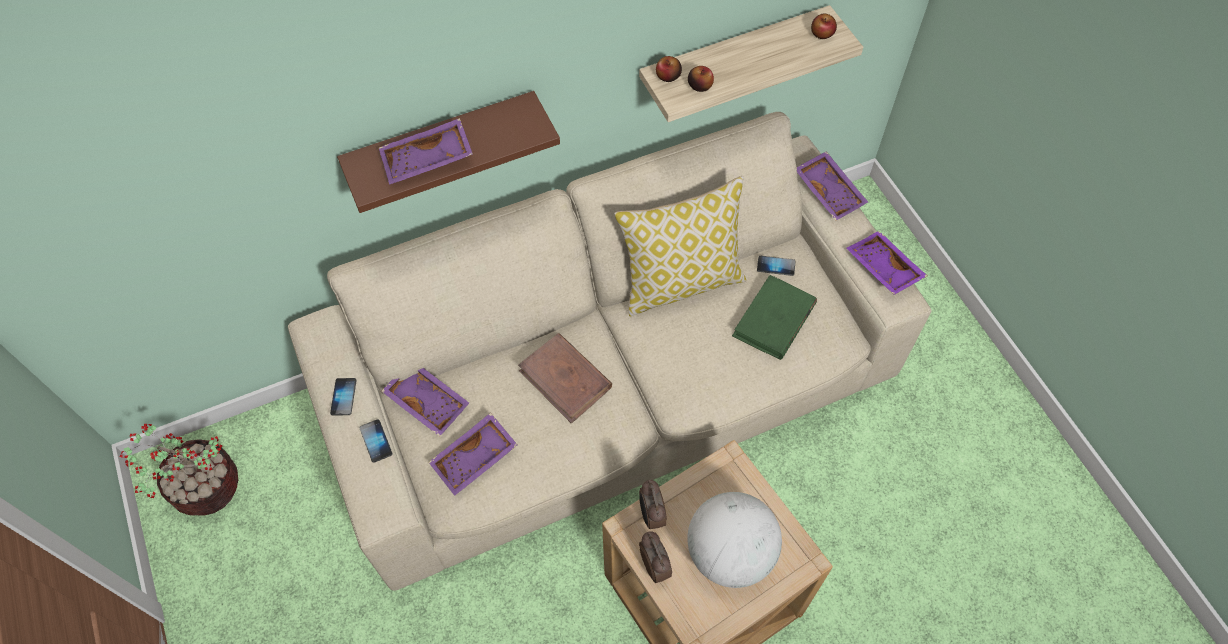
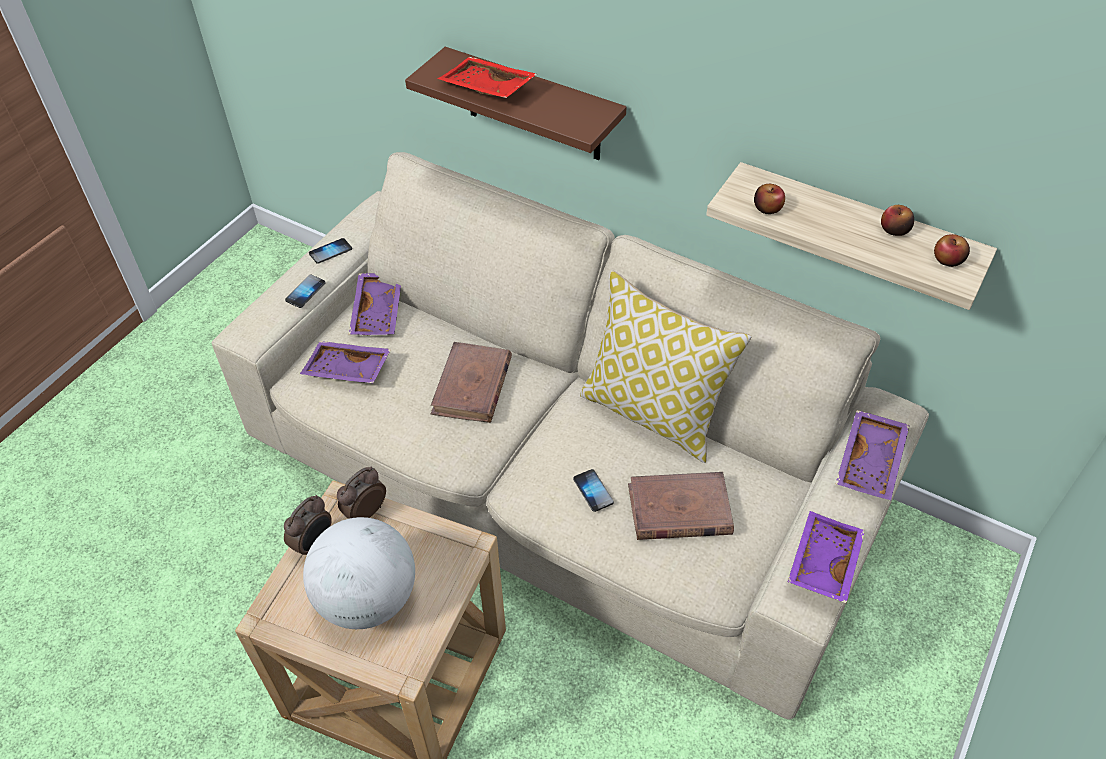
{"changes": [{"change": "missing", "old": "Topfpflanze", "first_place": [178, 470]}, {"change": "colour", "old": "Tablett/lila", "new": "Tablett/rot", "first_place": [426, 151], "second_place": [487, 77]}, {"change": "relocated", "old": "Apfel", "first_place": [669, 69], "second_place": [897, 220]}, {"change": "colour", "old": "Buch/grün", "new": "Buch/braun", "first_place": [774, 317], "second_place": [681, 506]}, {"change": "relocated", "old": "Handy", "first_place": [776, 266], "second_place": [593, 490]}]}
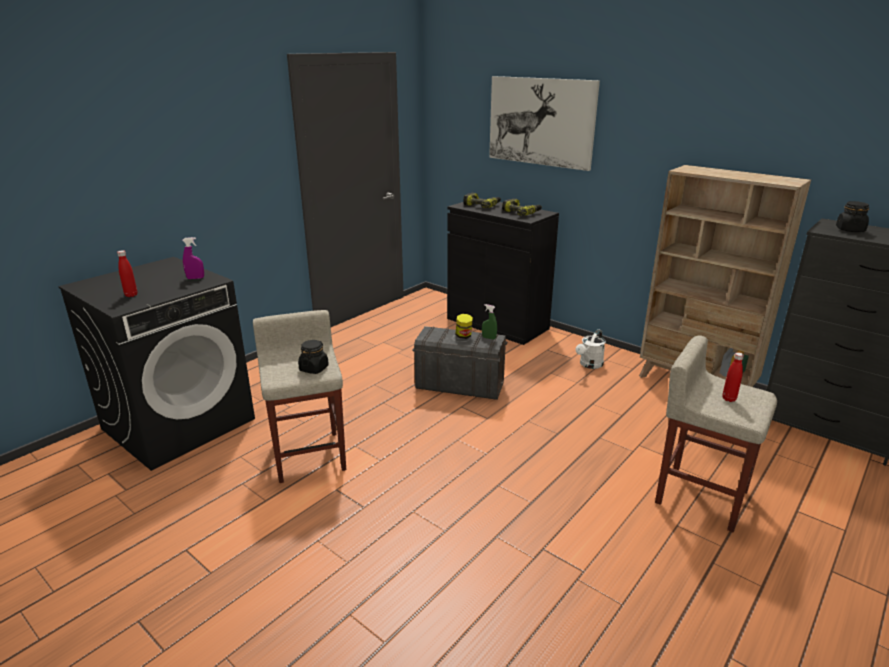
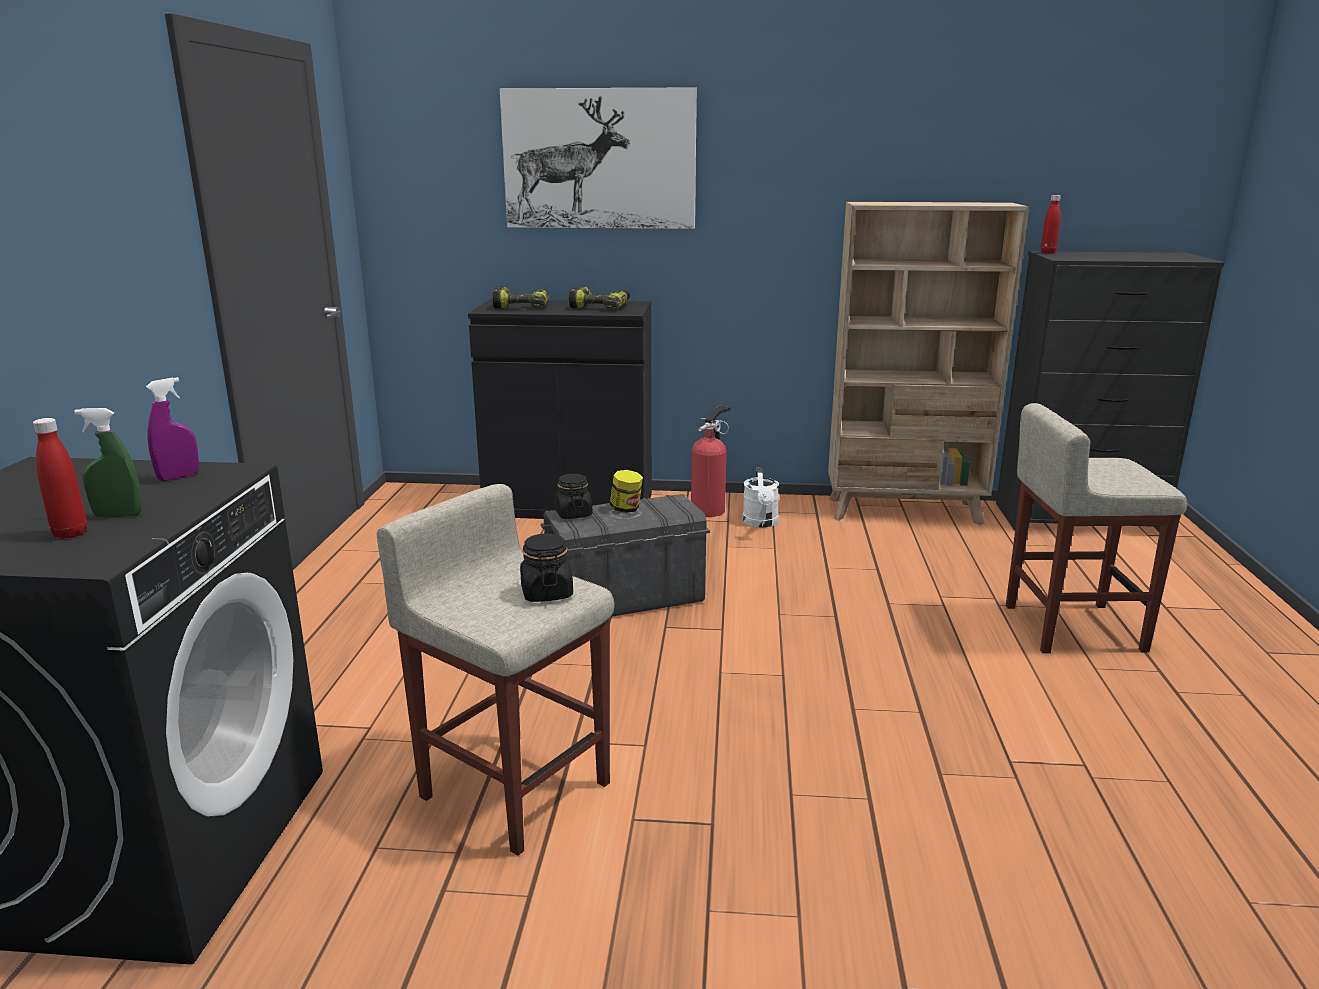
{"changes": [{"change": "relocated", "old": "Sprühflasche/grün", "first_place": [489, 322], "second_place": [108, 463]}, {"change": "relocated", "old": "Flasche/rot", "first_place": [733, 377], "second_place": [1051, 224]}, {"change": "relocated", "old": "Vorratsglas/schwarz", "first_place": [852, 216], "second_place": [574, 496]}, {"change": "appeared", "new": "Feuerlöscher", "second_place": [710, 461]}]}
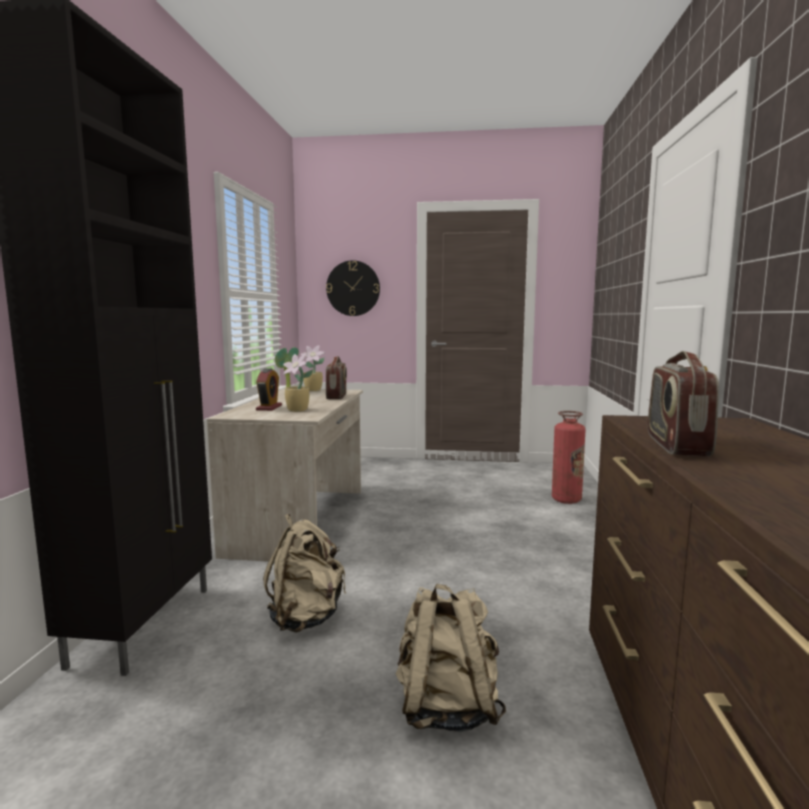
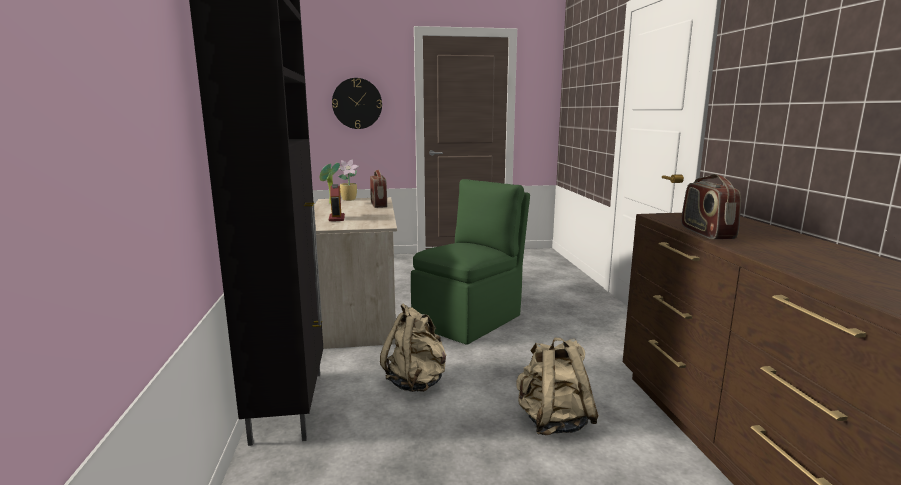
{"changes": [{"change": "missing", "old": "Topfpflanze", "first_place": [298, 383]}, {"change": "missing", "old": "Feuerlöscher", "first_place": [569, 457]}, {"change": "appeared", "new": "Stuhl/grün", "second_place": [470, 261]}]}
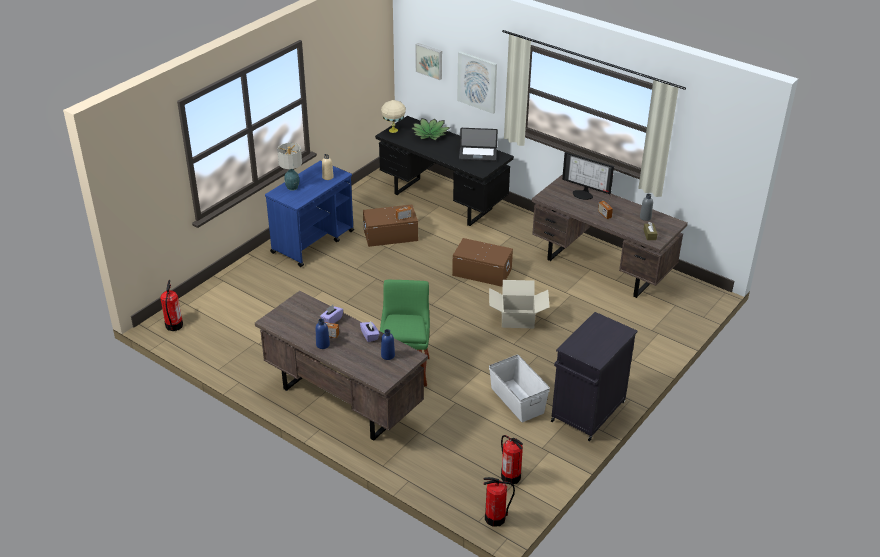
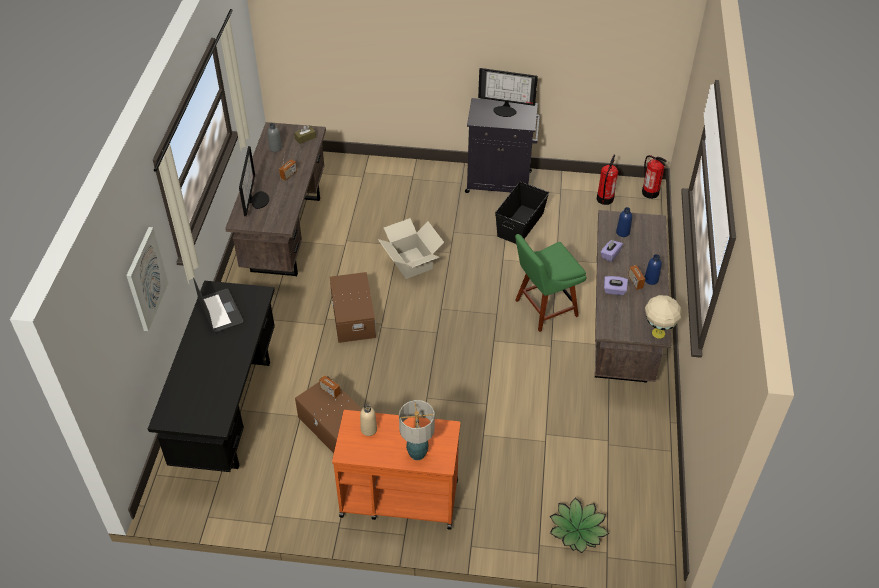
{"changes": [{"change": "missing", "old": "Feuerlöscher", "first_place": [171, 305]}, {"change": "colour", "old": "Rollwagen/blau", "new": "Rollwagen/orange", "first_place": [309, 214], "second_place": [396, 470]}, {"change": "relocated", "old": "Tischlampe/beige", "first_place": [393, 116], "second_place": [663, 317]}, {"change": "relocated", "old": "Topfpflanze", "first_place": [430, 129], "second_place": [579, 525]}, {"change": "missing", "old": "Bild", "first_place": [428, 61]}, {"change": "colour", "old": "Aufbewahrungsbox/weiß", "new": "Aufbewahrungsbox/schwarz", "first_place": [519, 388], "second_place": [522, 212]}, {"change": "appeared", "new": "Monitor", "second_place": [508, 92]}]}
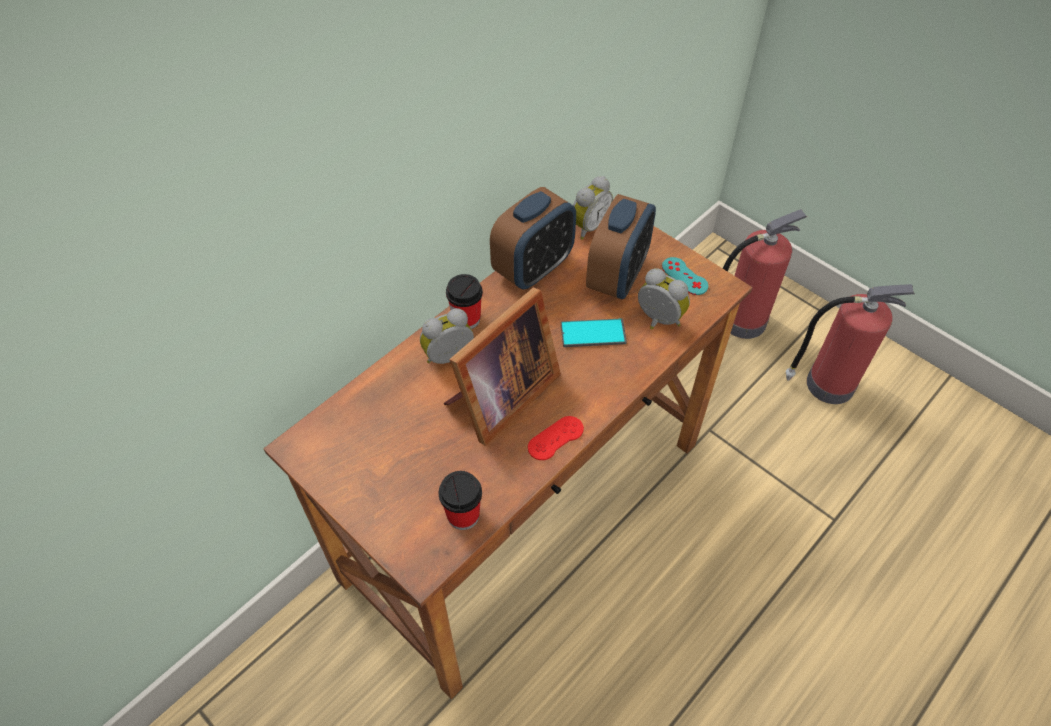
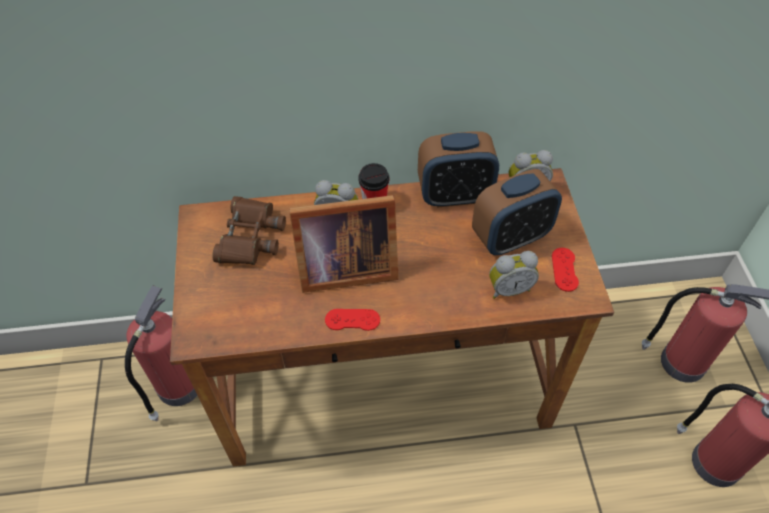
{"changes": [{"change": "missing", "old": "Tasse", "first_place": [460, 500]}, {"change": "missing", "old": "Handy", "first_place": [594, 332]}, {"change": "spun", "old": "Wecker", "first_place": [664, 299], "second_place": [514, 275], "degrees": 90}, {"change": "colour", "old": "Gamepad/türkis", "new": "Gamepad/rot", "first_place": [685, 276], "second_place": [565, 270]}, {"change": "appeared", "new": "Feuerlöscher", "second_place": [161, 353]}, {"change": "appeared", "new": "Fernglas/braun", "second_place": [249, 230]}]}
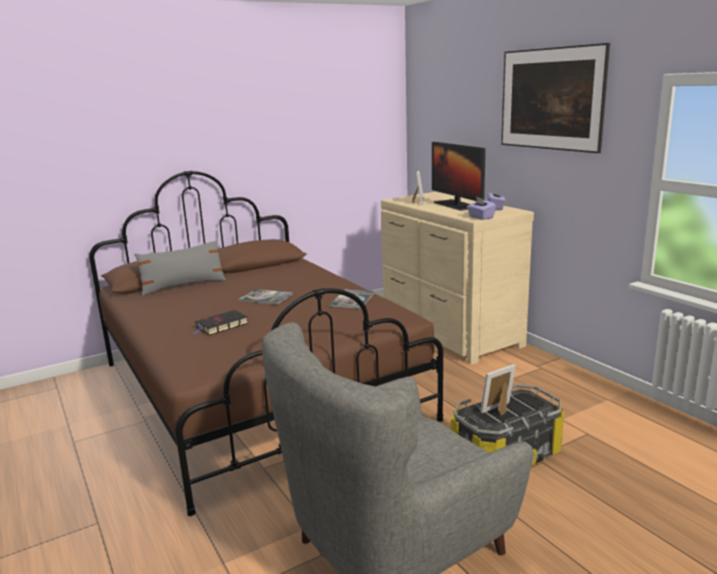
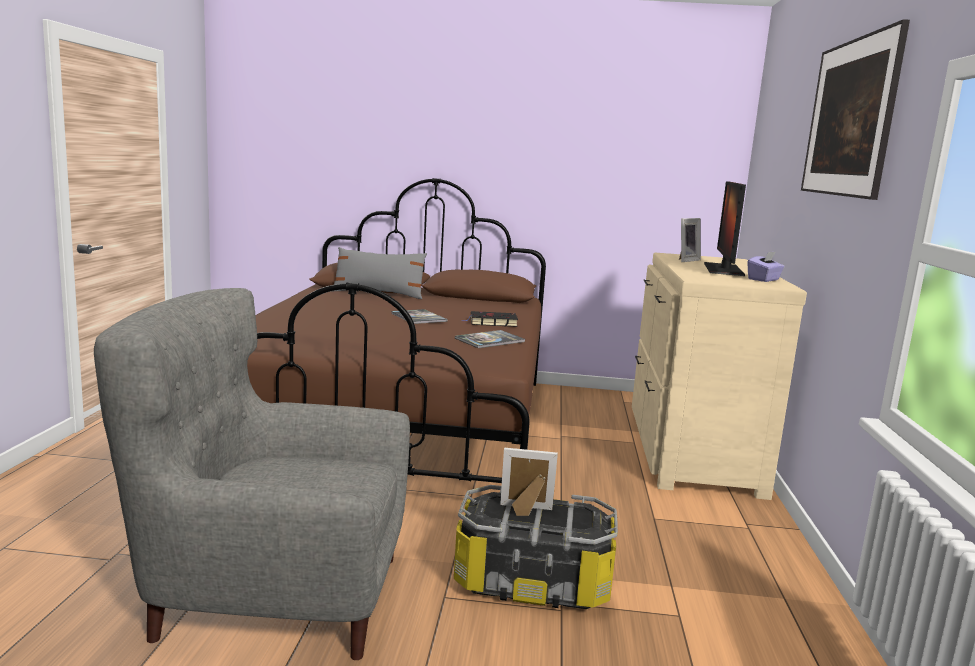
{"changes": [{"change": "relocated", "old": "Buch/schwarz", "first_place": [221, 322], "second_place": [490, 319]}, {"change": "missing", "old": "Taschentuchbox/lila", "first_place": [481, 208]}]}
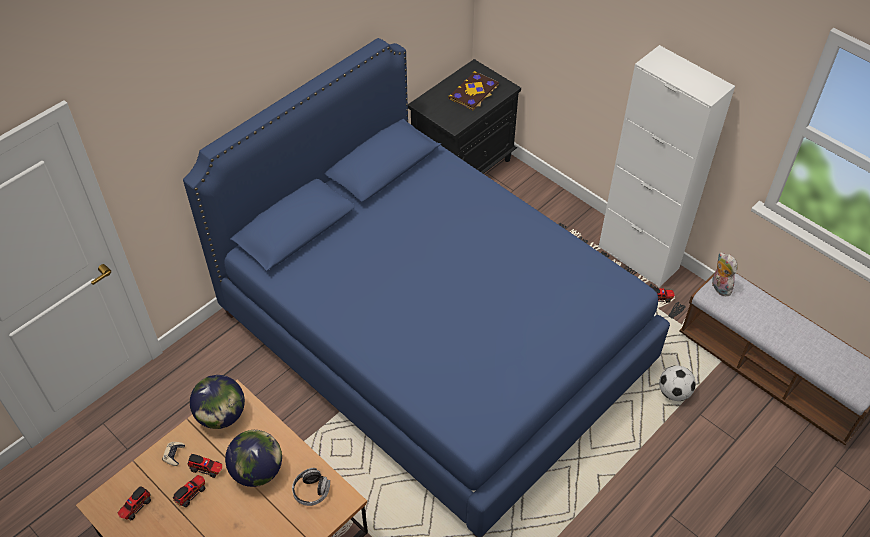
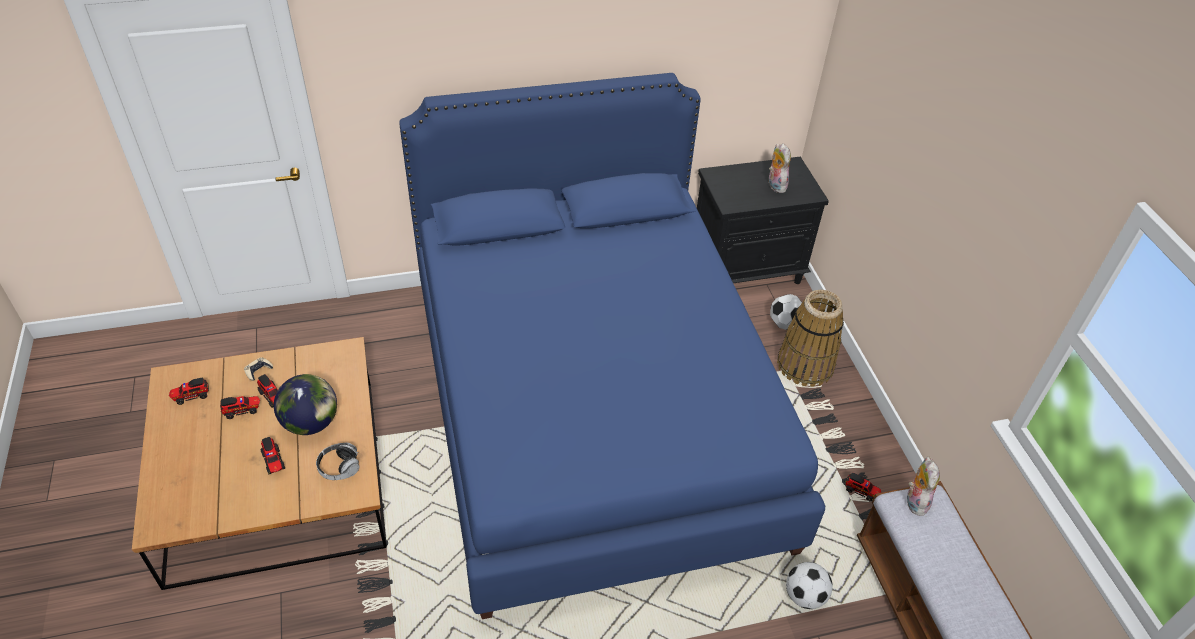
{"changes": [{"change": "missing", "old": "Globus", "first_place": [217, 402]}, {"change": "exchanged", "old": "Buch", "new": "Plüschtier", "first_place": [473, 91], "second_place": [779, 168]}, {"change": "missing", "old": "Schrank/weiß", "first_place": [667, 166]}, {"change": "appeared", "new": "Spielzeuglaster", "second_place": [273, 455]}, {"change": "appeared", "new": "Fußball", "second_place": [786, 312]}, {"change": "appeared", "new": "Korb", "second_place": [810, 338]}]}
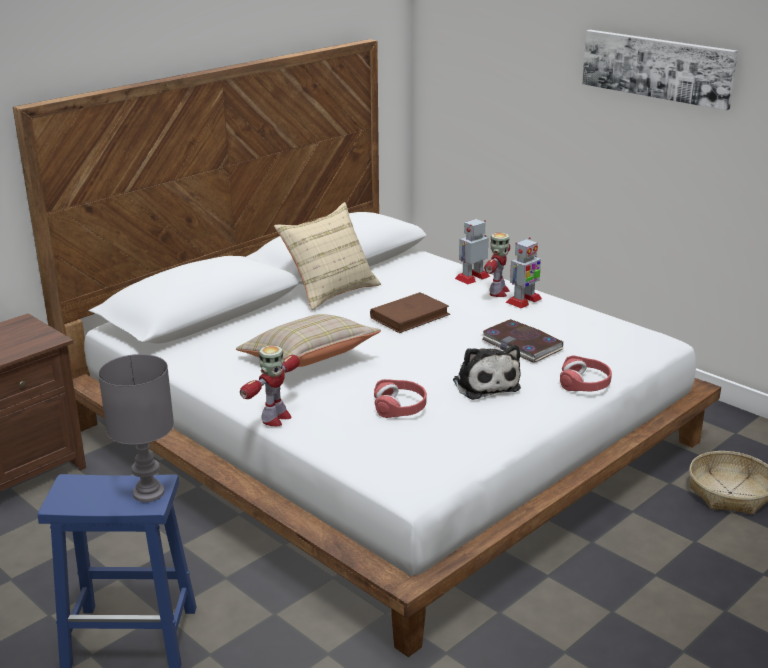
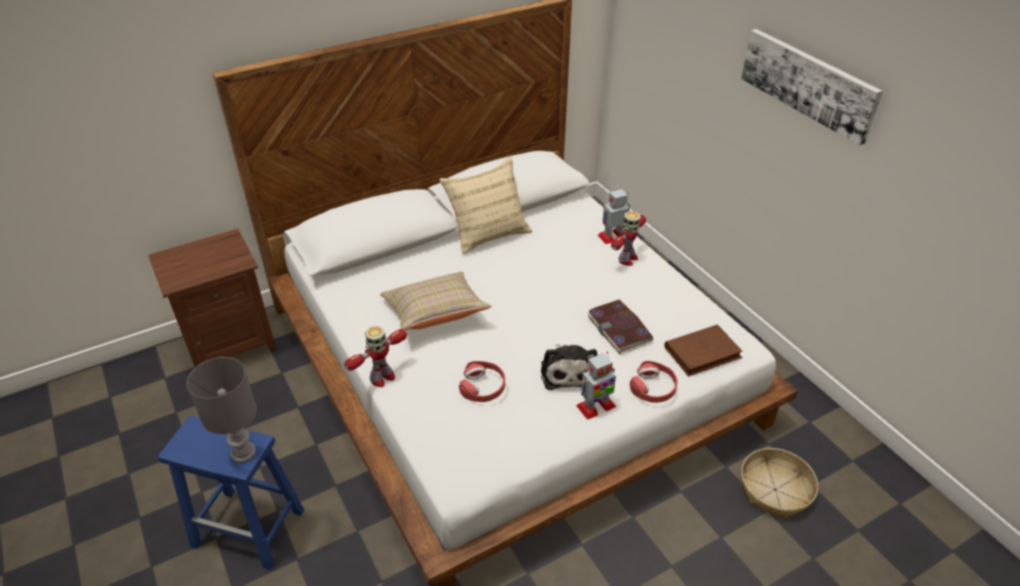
{"changes": [{"change": "relocated", "old": "Buch/braun", "first_place": [410, 312], "second_place": [703, 350]}, {"change": "relocated", "old": "Spielzeugroboter", "first_place": [524, 272], "second_place": [596, 386]}]}
